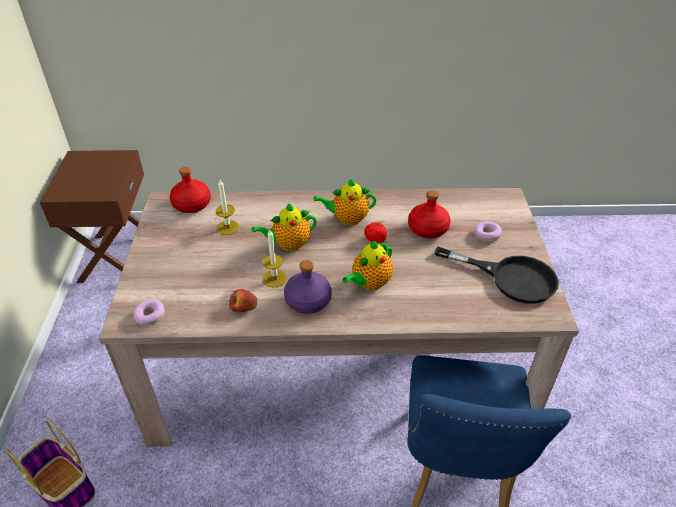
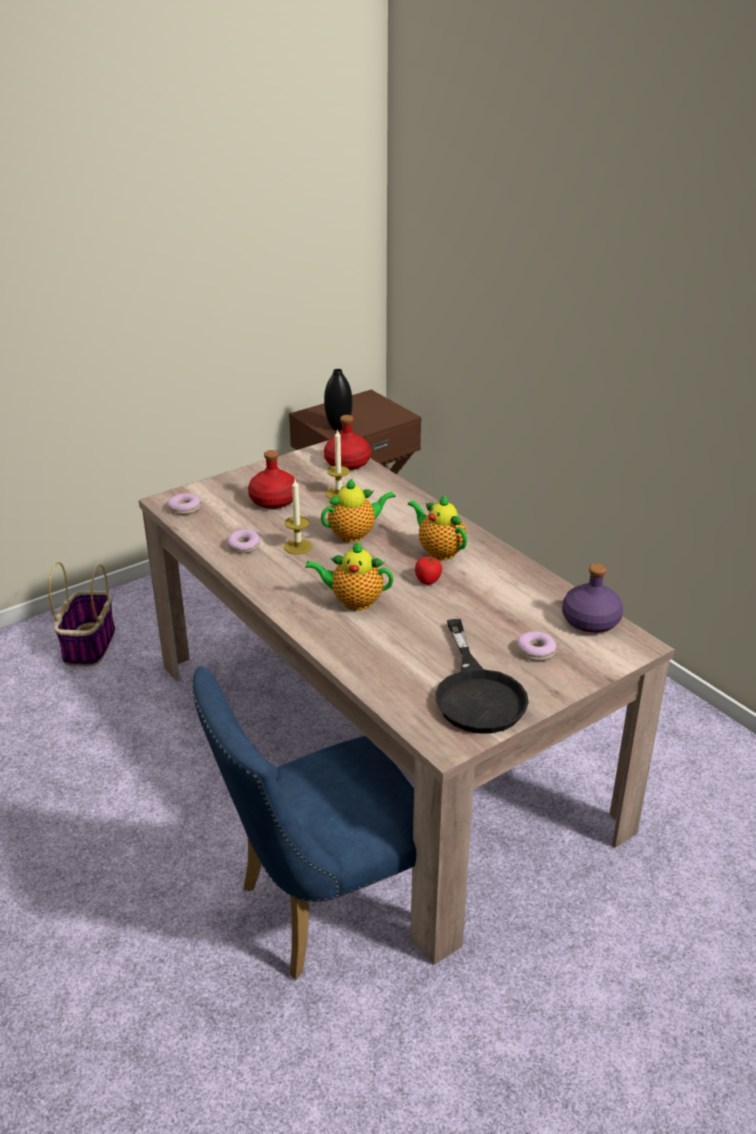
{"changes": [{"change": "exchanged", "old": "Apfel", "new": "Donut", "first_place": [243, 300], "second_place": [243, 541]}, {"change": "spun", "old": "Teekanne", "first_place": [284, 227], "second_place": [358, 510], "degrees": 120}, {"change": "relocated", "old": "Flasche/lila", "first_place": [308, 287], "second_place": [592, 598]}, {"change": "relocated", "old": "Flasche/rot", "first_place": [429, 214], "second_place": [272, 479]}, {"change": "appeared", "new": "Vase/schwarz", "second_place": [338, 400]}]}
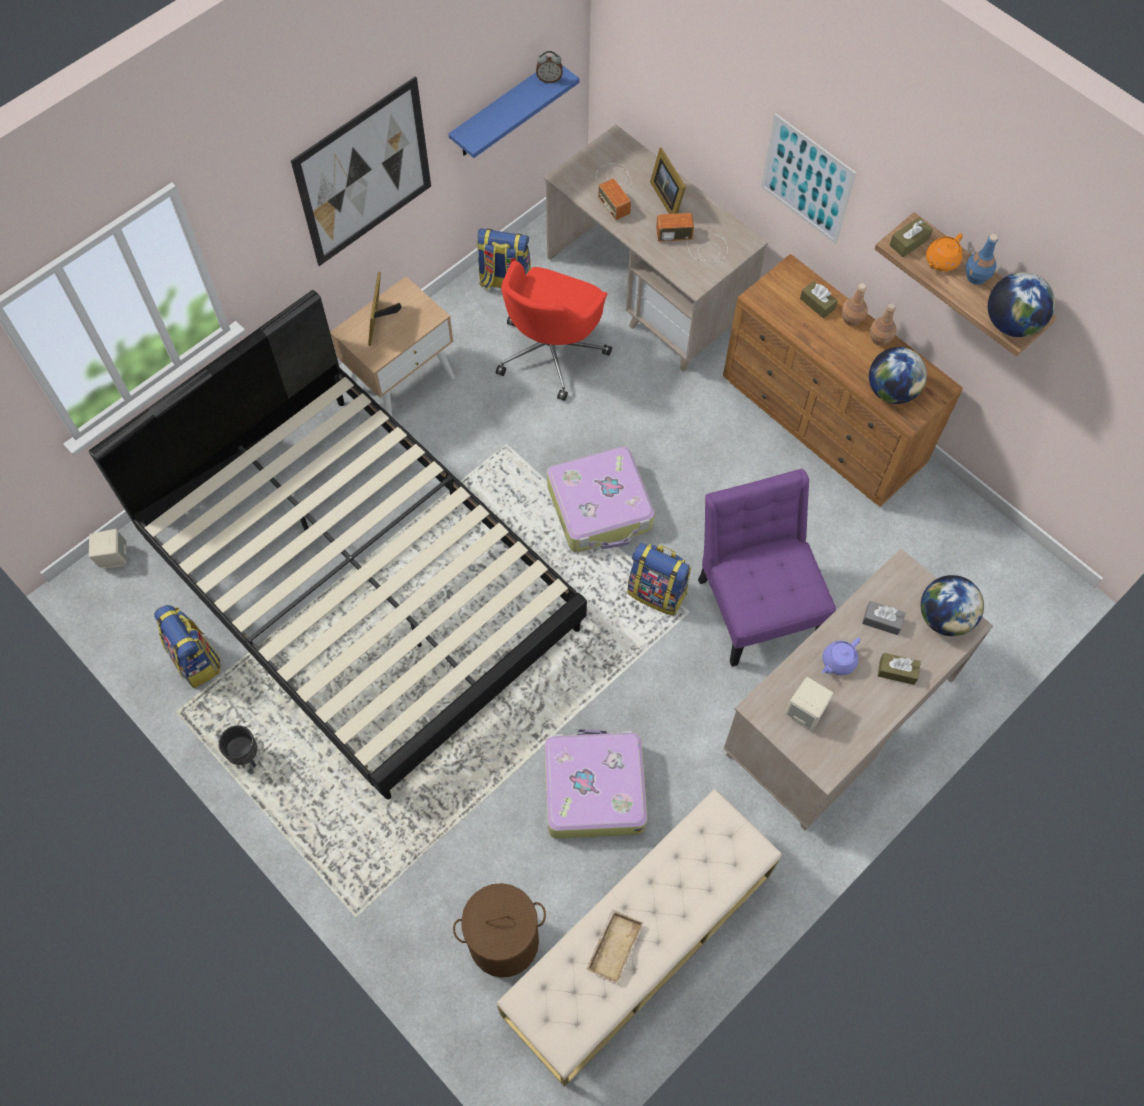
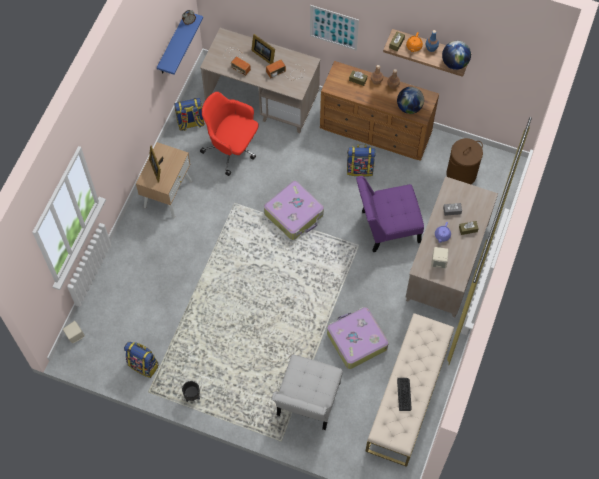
{"changes": [{"change": "missing", "old": "Bett/schwarz", "first_place": [338, 545]}, {"change": "missing", "old": "Bild", "first_place": [361, 171]}, {"change": "relocated", "old": "Wäschekorb/braun", "first_place": [499, 930], "second_place": [464, 161]}, {"change": "spun", "old": "Bürostuhl/rot", "first_place": [554, 331], "second_place": [229, 134], "degrees": 120}, {"change": "exchanged", "old": "Tablett/beige", "new": "Tastatur", "first_place": [614, 946], "second_place": [404, 394]}, {"change": "relocated", "old": "Rucksack", "first_place": [659, 579], "second_place": [361, 160]}, {"change": "spun", "old": "Stuhl/lila", "first_place": [767, 568], "second_place": [390, 214], "degrees": -60}, {"change": "missing", "old": "Globus", "first_place": [952, 605]}, {"change": "appeared", "new": "Stuhl/weiß", "second_place": [307, 392]}]}
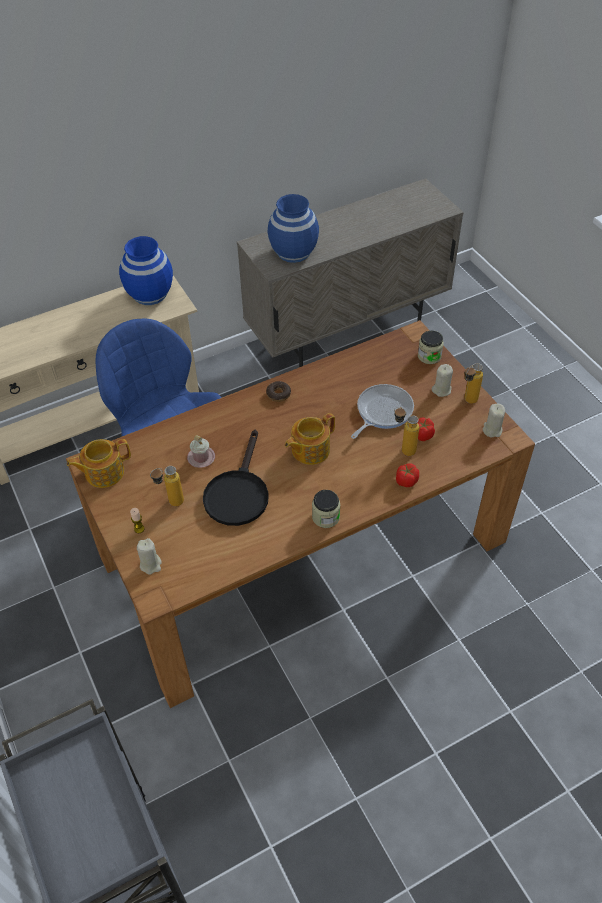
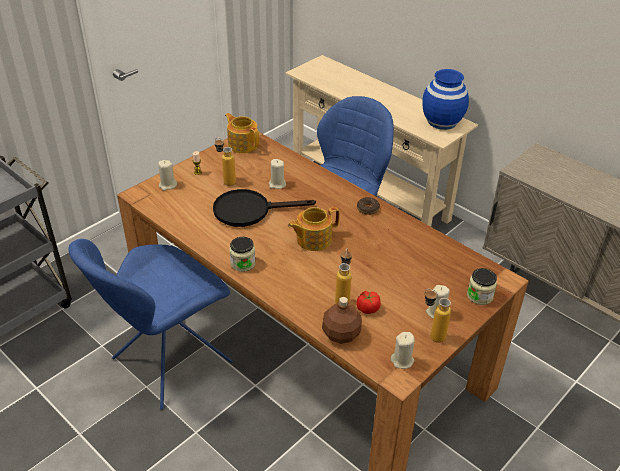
{"changes": [{"change": "exchanged", "old": "Henkelbecher/rosa", "new": "Kerze/beige", "first_place": [201, 451], "second_place": [277, 174]}, {"change": "missing", "old": "Vase/blau", "first_place": [293, 228]}, {"change": "spun", "old": "Teekanne", "first_place": [310, 439], "second_place": [314, 229], "degrees": -60}, {"change": "missing", "old": "Pfanne", "first_place": [382, 411]}, {"change": "missing", "old": "Tomate", "first_place": [407, 475]}, {"change": "appeared", "new": "Stuhl/blau", "second_place": [150, 324]}, {"change": "appeared", "new": "Flasche/braun", "second_place": [342, 320]}]}
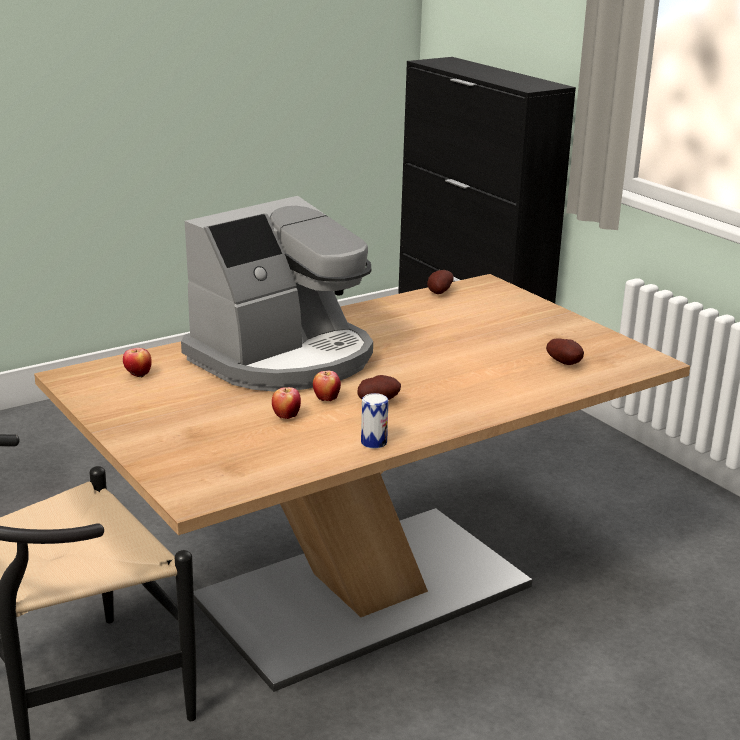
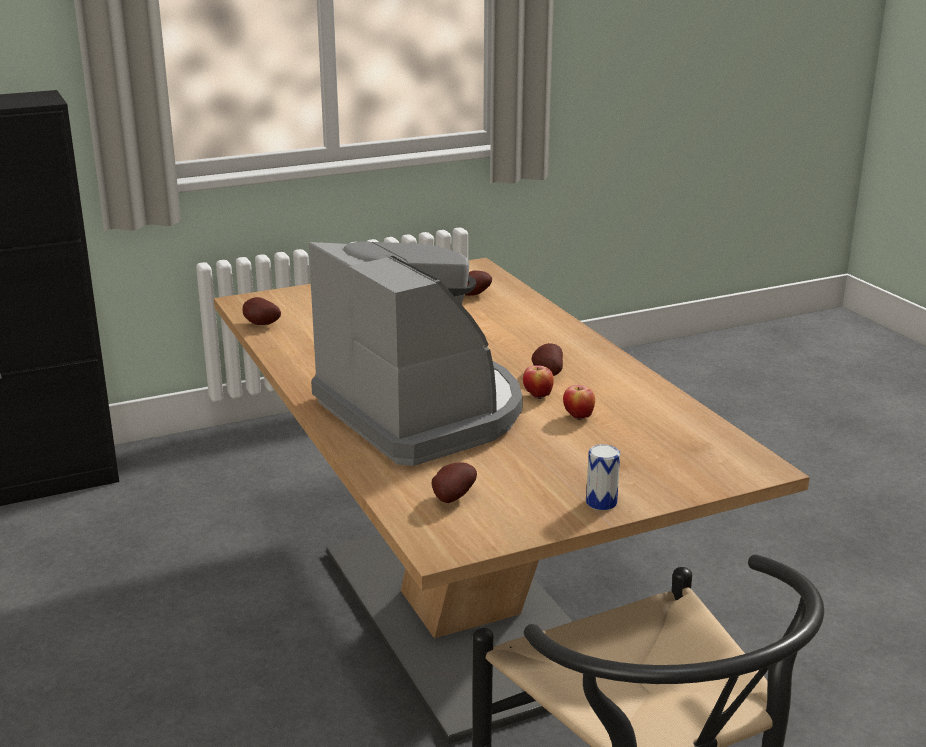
{"changes": [{"change": "exchanged", "old": "Apfel", "new": "Kartoffel", "first_place": [137, 362], "second_place": [454, 482]}, {"change": "relocated", "old": "Dose", "first_place": [375, 421], "second_place": [603, 477]}]}
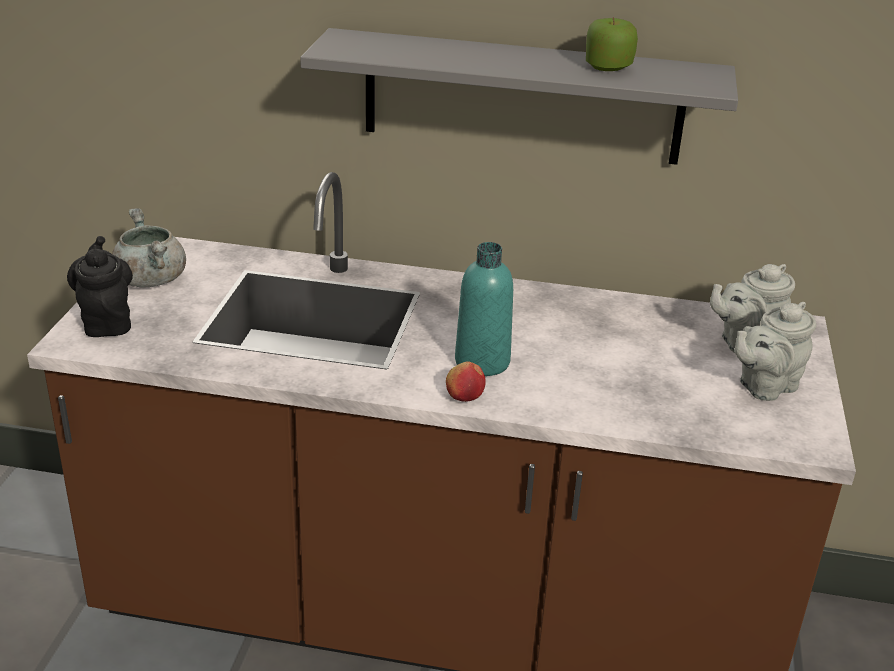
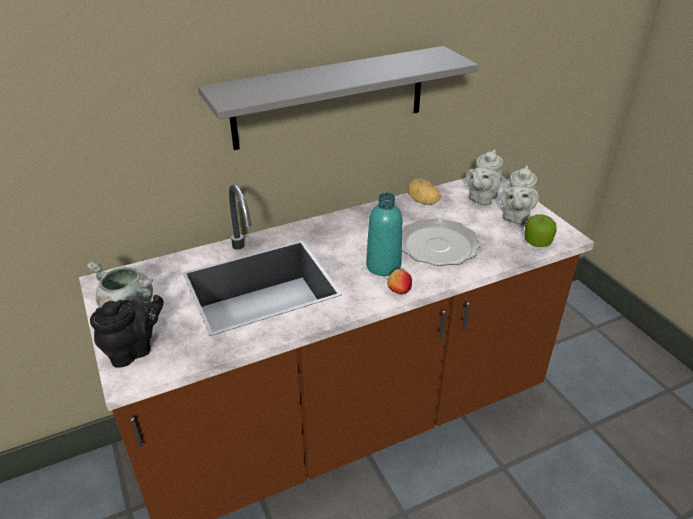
{"changes": [{"change": "spun", "old": "Teekanne/schwarz", "first_place": [100, 286], "second_place": [127, 331], "degrees": 105}, {"change": "relocated", "old": "Apfel", "first_place": [612, 44], "second_place": [540, 230]}, {"change": "appeared", "new": "Teller", "second_place": [441, 242]}, {"change": "appeared", "new": "Kartoffel", "second_place": [424, 191]}]}
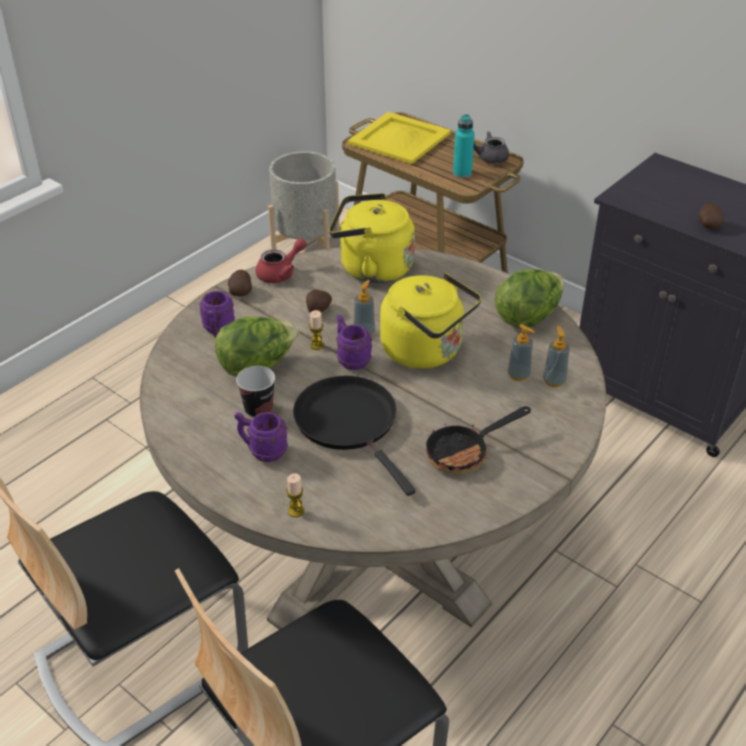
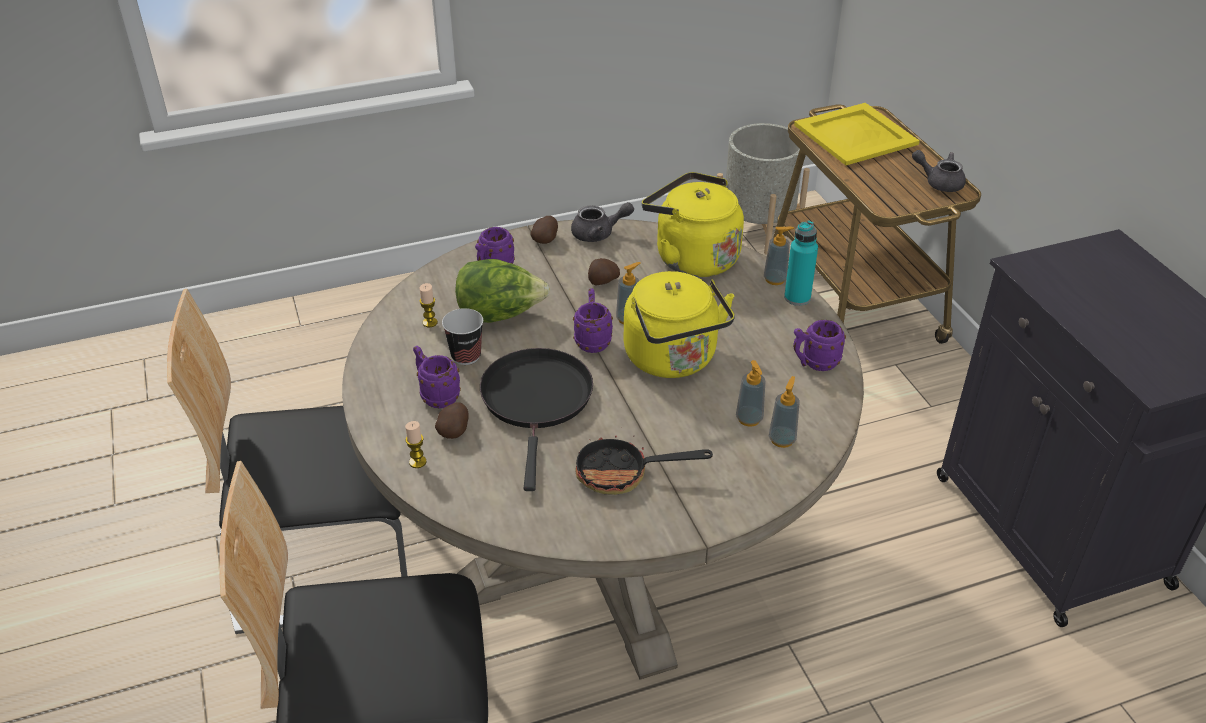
{"changes": [{"change": "colour", "old": "Teekanne/rot", "new": "Teekanne/grau", "first_place": [281, 260], "second_place": [602, 222]}, {"change": "relocated", "old": "Kerze", "first_place": [316, 330], "second_place": [429, 305]}, {"change": "relocated", "old": "Flasche/türkis", "first_place": [463, 146], "second_place": [801, 263]}, {"change": "exchanged", "old": "Salatkopf", "new": "Henkelbecher/lila", "first_place": [529, 298], "second_place": [819, 345]}, {"change": "relocated", "old": "Kartoffel", "first_place": [711, 216], "second_place": [452, 420]}, {"change": "appeared", "new": "Seifenspender", "second_place": [779, 256]}]}
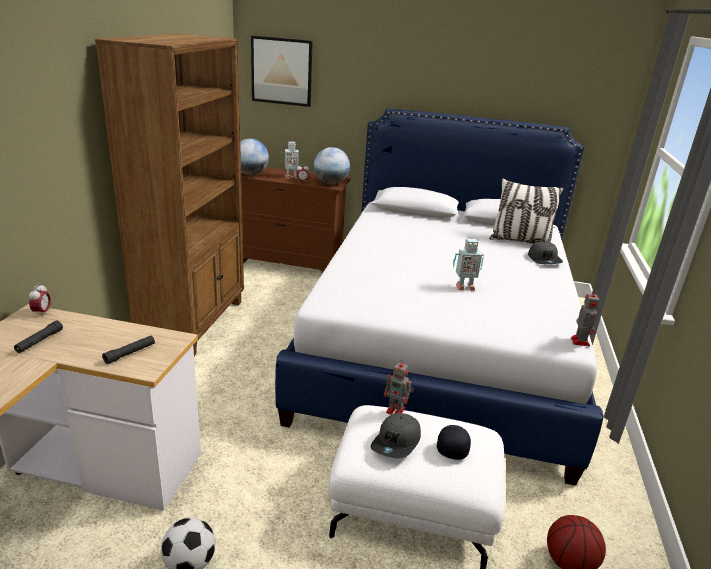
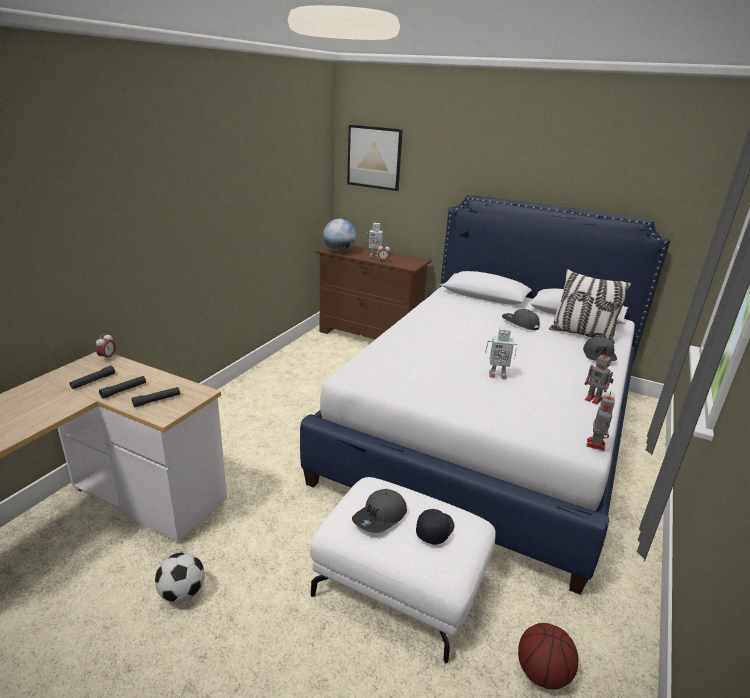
{"changes": [{"change": "missing", "old": "Bücherregal/braun", "first_place": [169, 194]}, {"change": "missing", "old": "Globus", "first_place": [331, 165]}, {"change": "relocated", "old": "Spielzeugroboter", "first_place": [399, 387], "second_place": [599, 378]}, {"change": "appeared", "new": "Taschenlampe/schwarz", "second_place": [122, 387]}, {"change": "appeared", "new": "Kappe/grau", "second_place": [521, 319]}]}
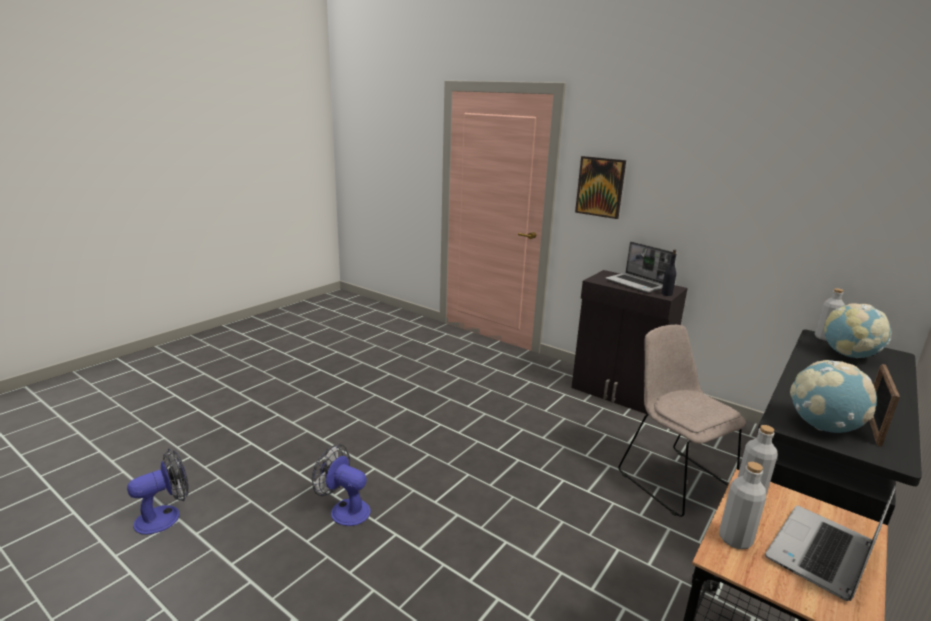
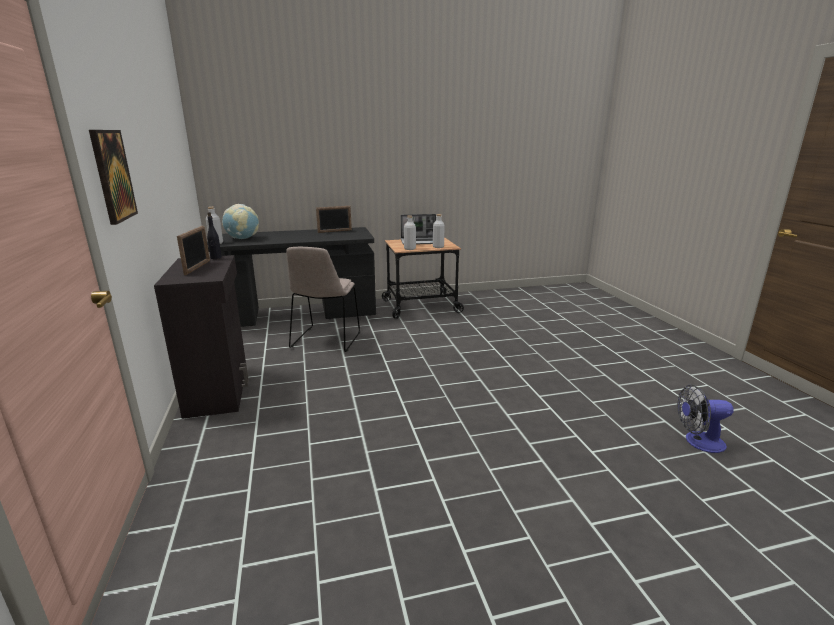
{"changes": [{"change": "missing", "old": "Ventilator", "first_place": [341, 485]}, {"change": "exchanged", "old": "Laptop", "new": "Bilderrahmen", "first_place": [639, 267], "second_place": [193, 250]}, {"change": "missing", "old": "Globus", "first_place": [833, 396]}]}
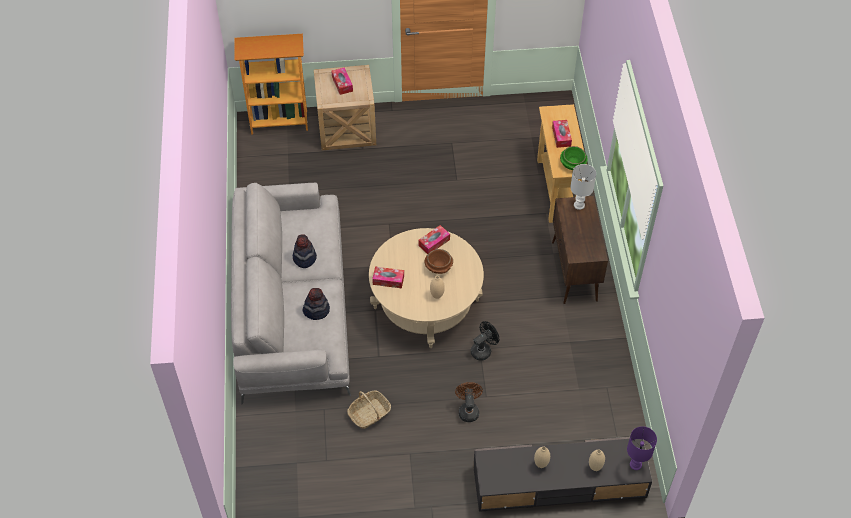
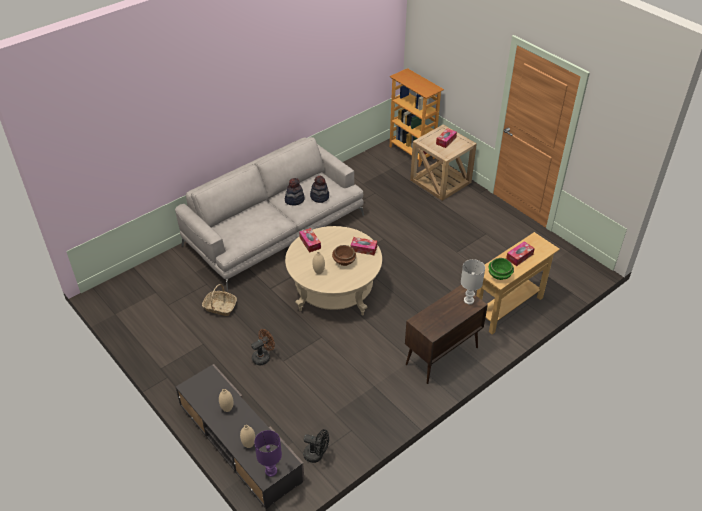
{"changes": [{"change": "relocated", "old": "Hut", "first_place": [316, 304], "second_place": [319, 189]}, {"change": "relocated", "old": "Ventilator/schwarz", "first_place": [485, 341], "second_place": [316, 446]}]}
